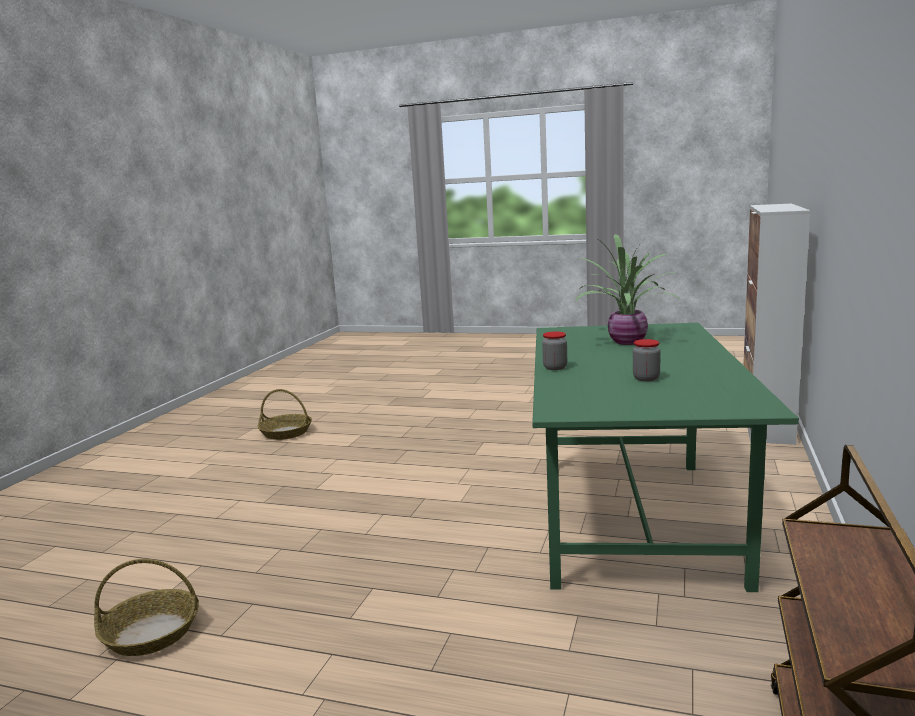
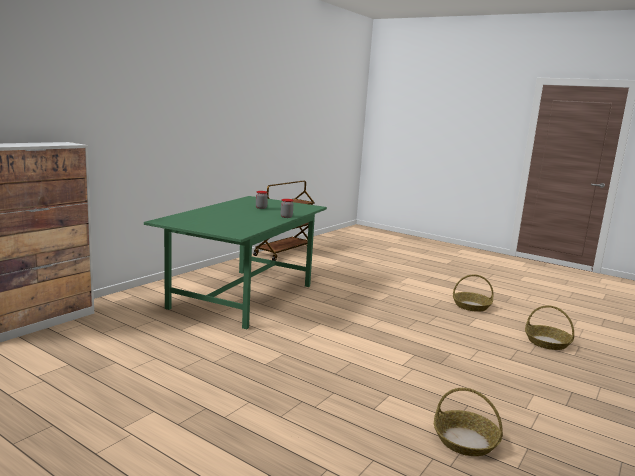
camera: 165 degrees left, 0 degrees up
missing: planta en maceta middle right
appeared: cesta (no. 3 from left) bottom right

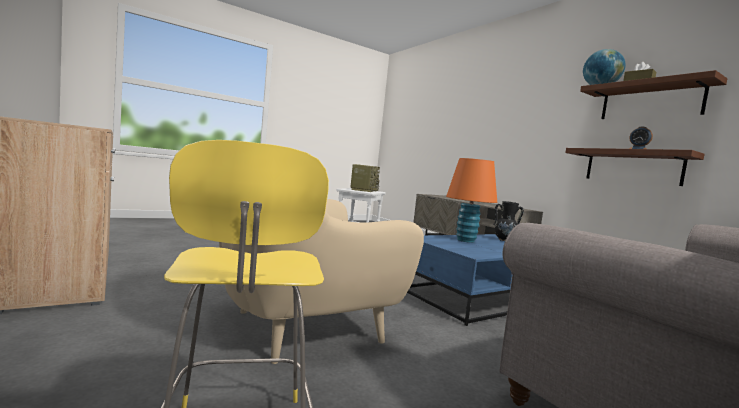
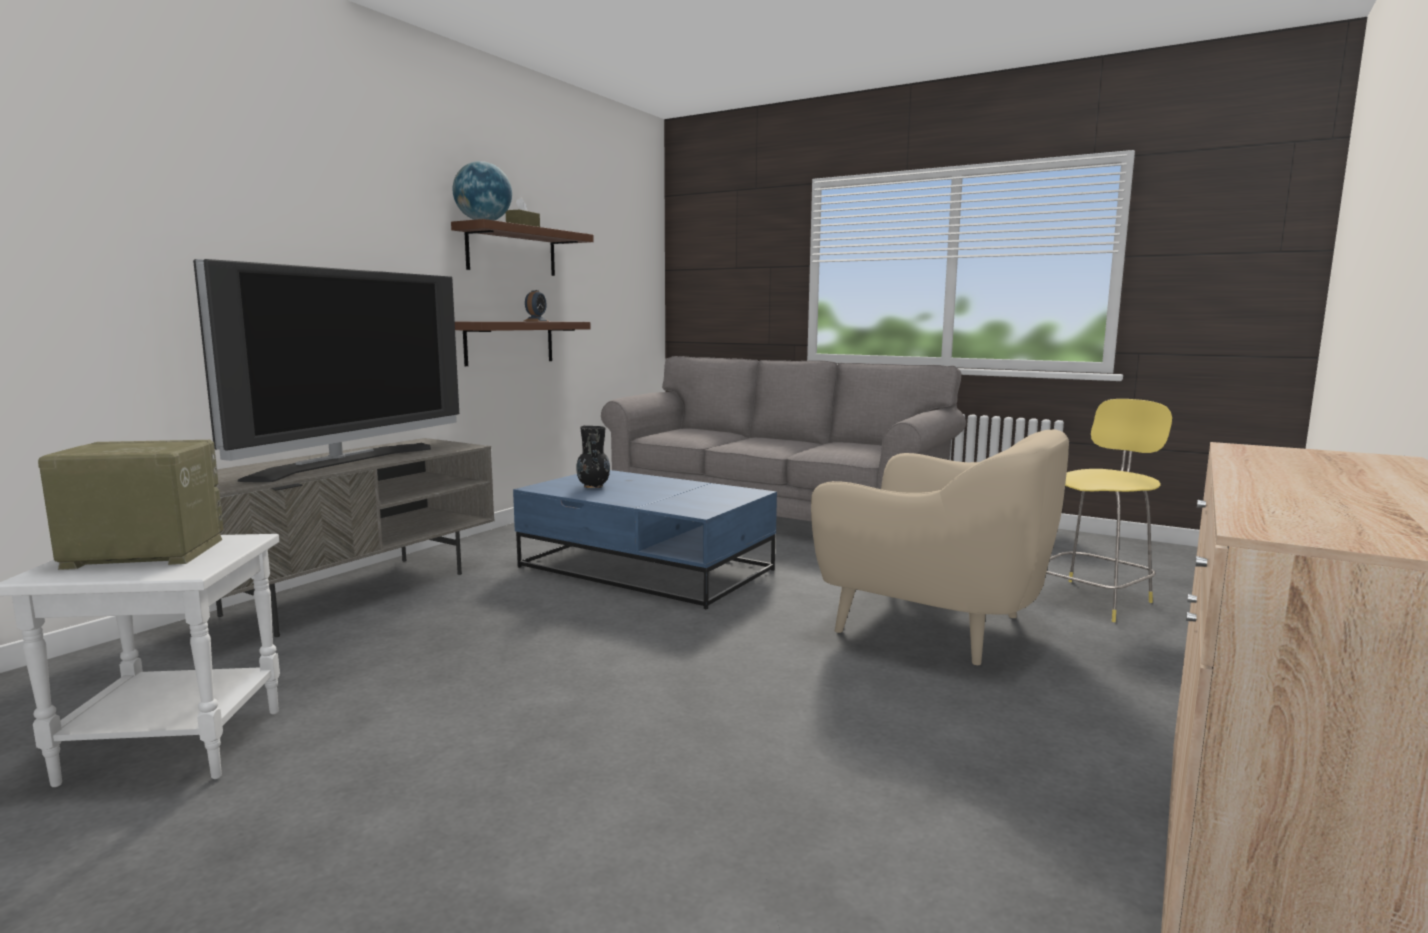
camera: 115 degrees left, 5 degrees up
missing: lámpara de mesa/naranja centre
appeared: televisor middle left

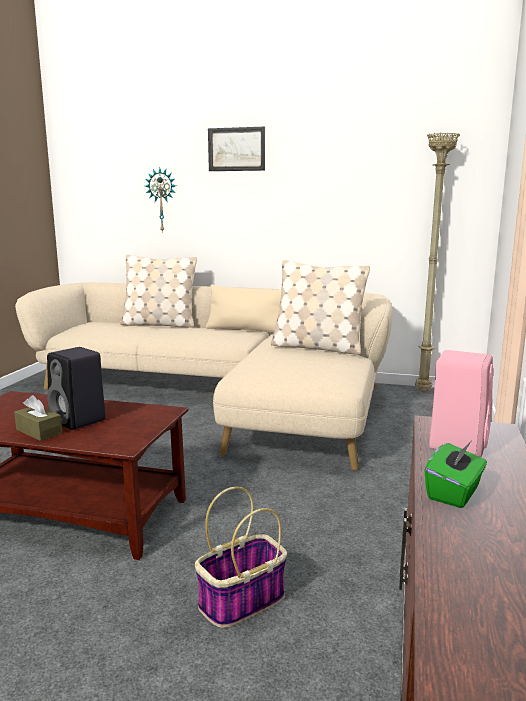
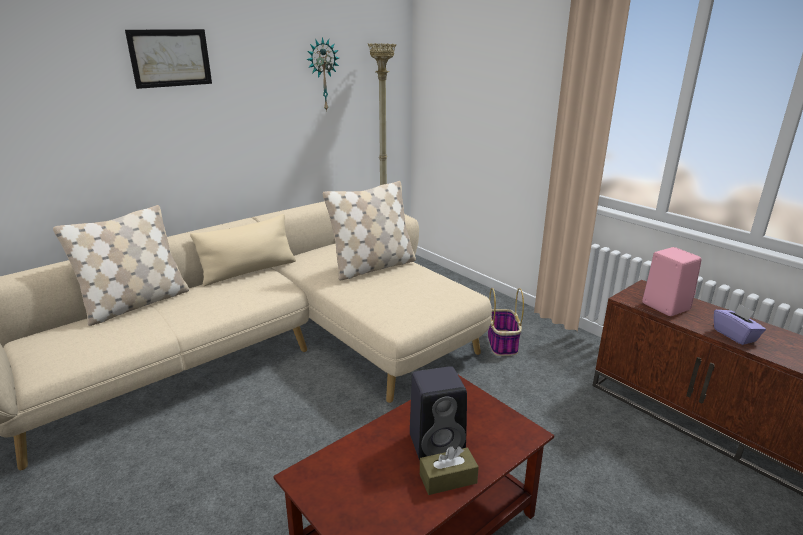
camera: 55 degrees left, 10 degrees up
relocated: reloj de pared top left to top centre; cesta bottom centre to centre
colour: caja de pañuelos/verde bottom right to caja de pañuelos/morado middle right

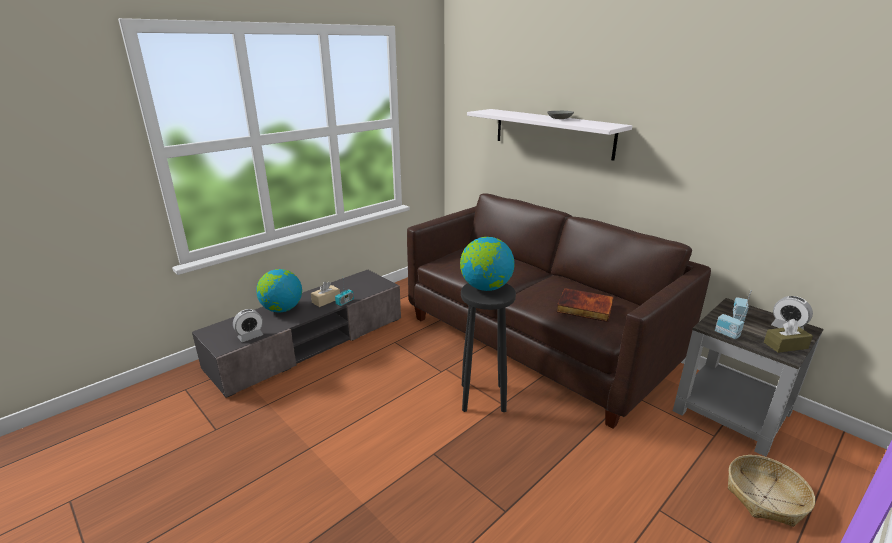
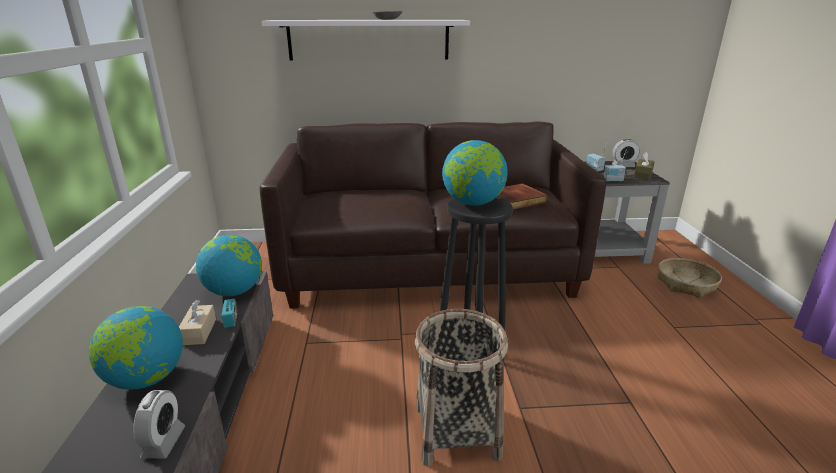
camera: 50 degrees left, 0 degrees up
appeared: globo terráqueo (no. 2 from left) middle left; cesta (no. 1 from left) bottom centre

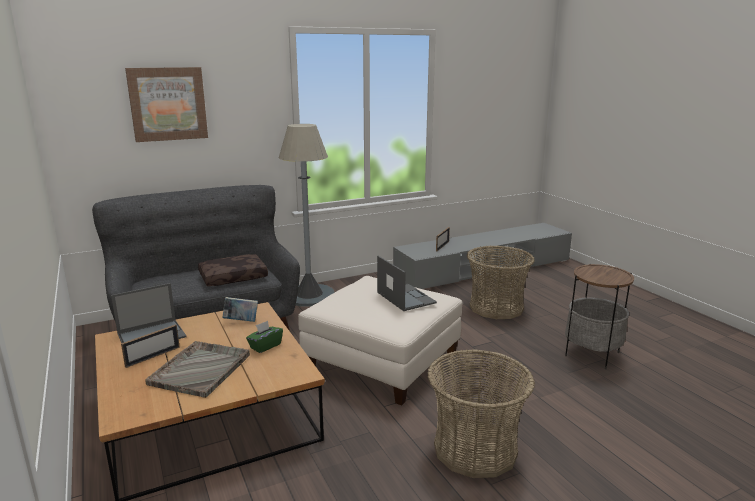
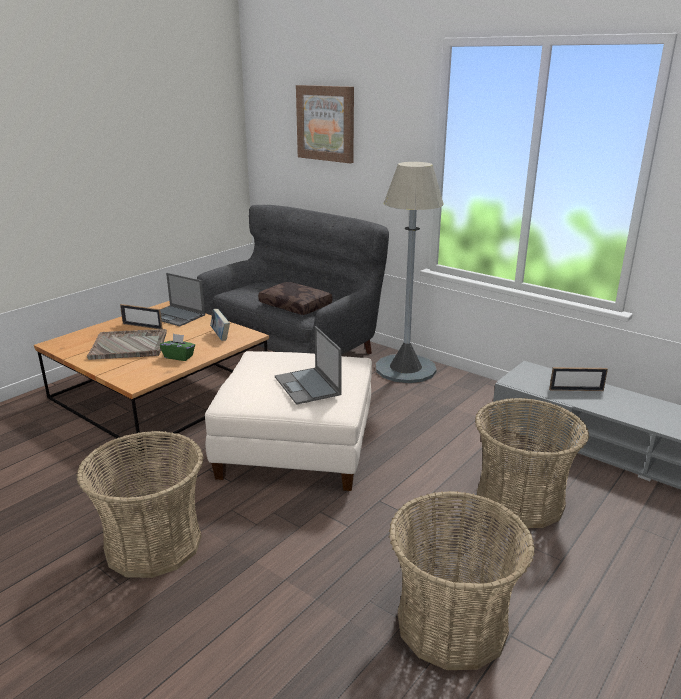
camera: 65 degrees right, 5 degrees up
exchanged: mesa auxiliar middle right to cesta (no. 2 from left) bottom right
spun: portátil (no. 2 from left) centre = centre 120 degrees clockwise

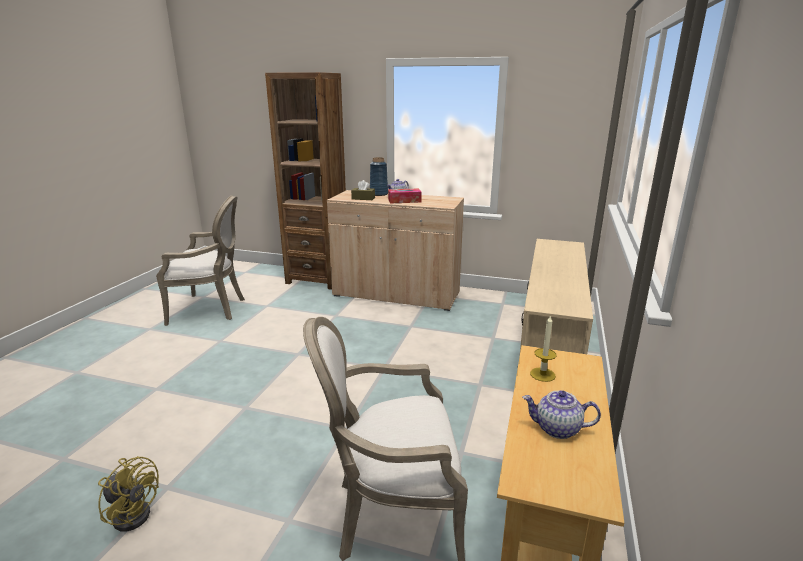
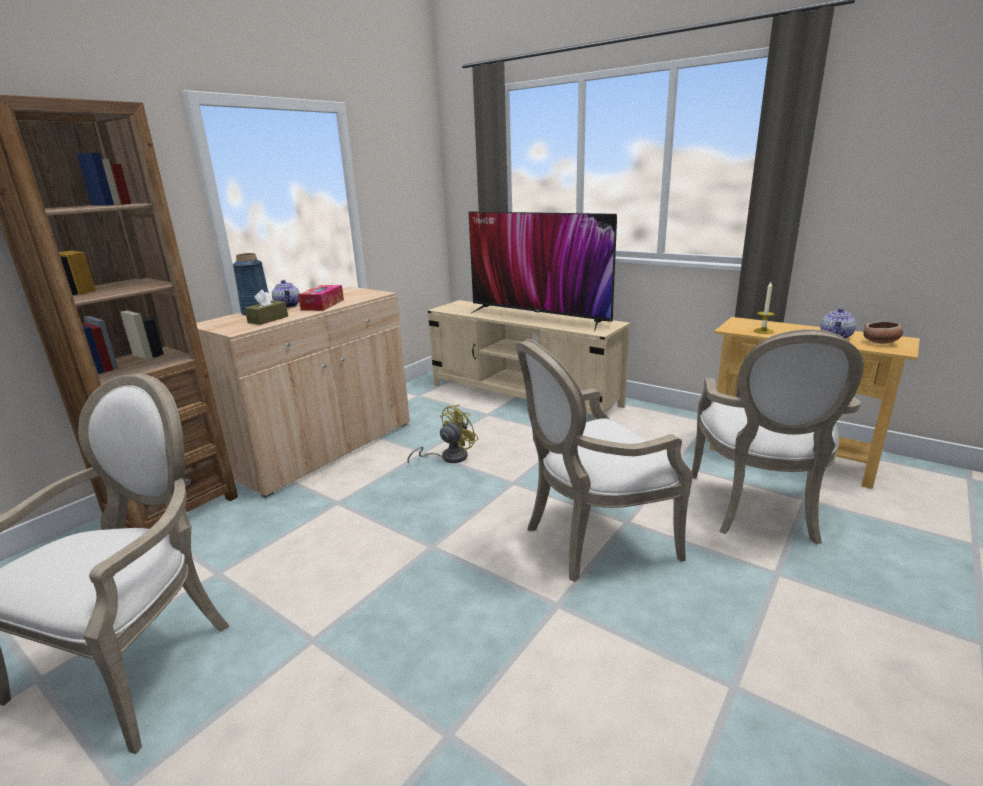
camera: 70 degrees left, 0 degrees up
appeared: televisor centre; cuenco middle right; sillón (no. 2 from left) centre
relocated: ventilador/amarillo bottom left to centre

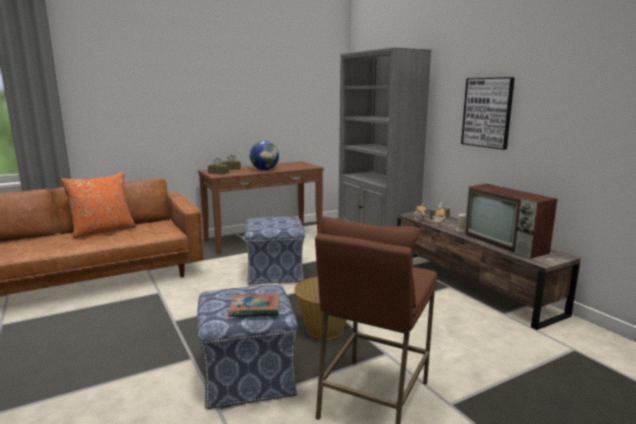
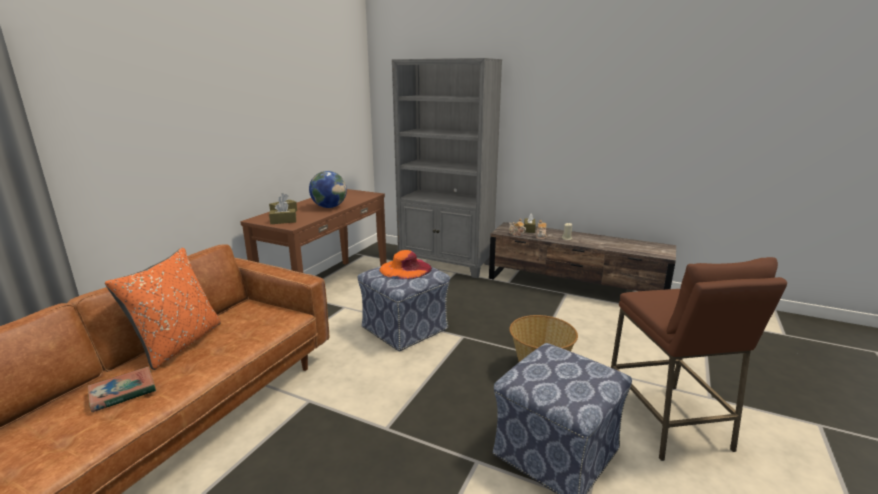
camera: 35 degrees left, 5 degrees up
missing: cuadro top right; televisor middle right
appeared: sombrero/naranja centre
relocated: libro bottom centre to bottom left

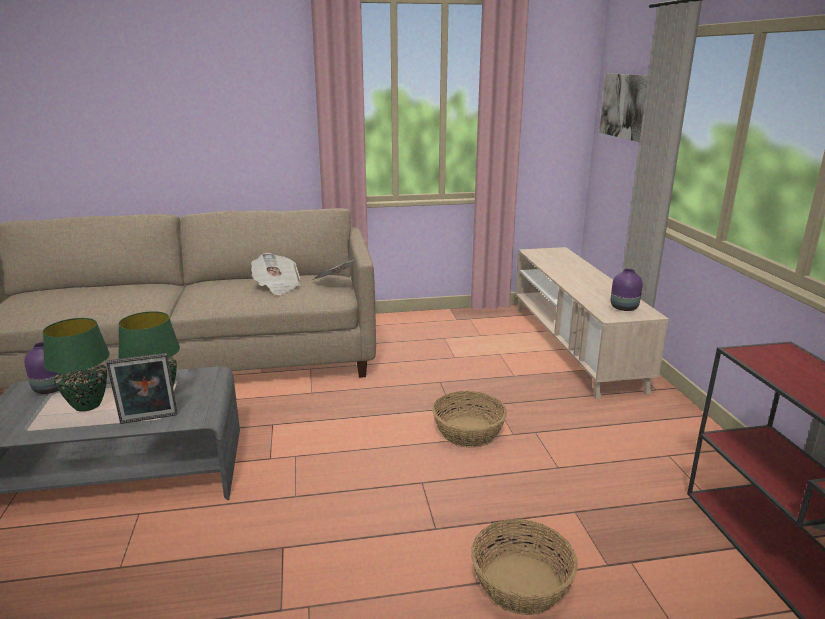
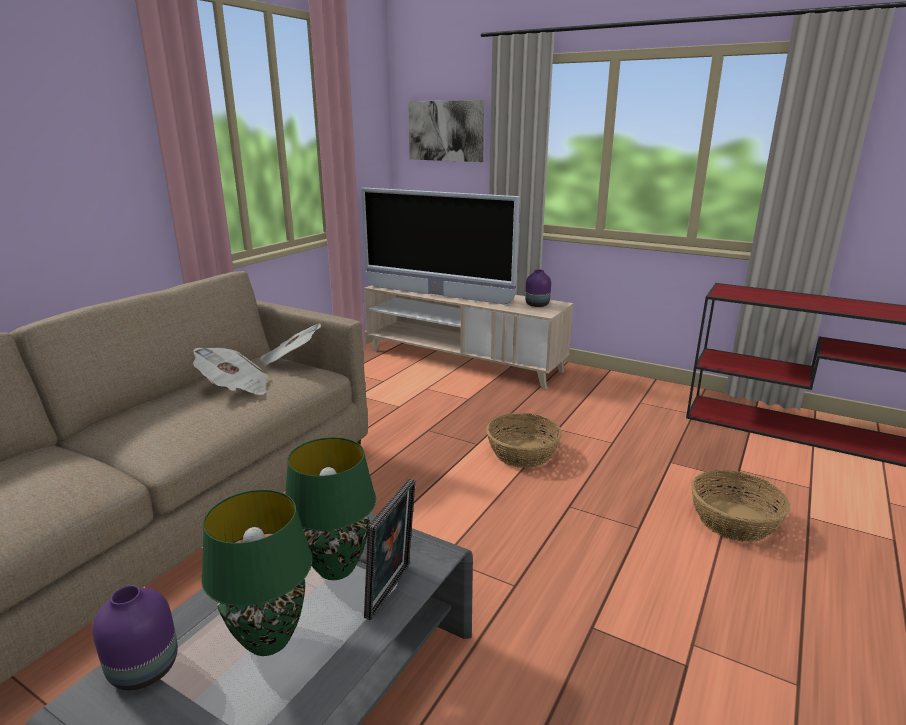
camera: 50 degrees left, 0 degrees up
appeared: televisor centre

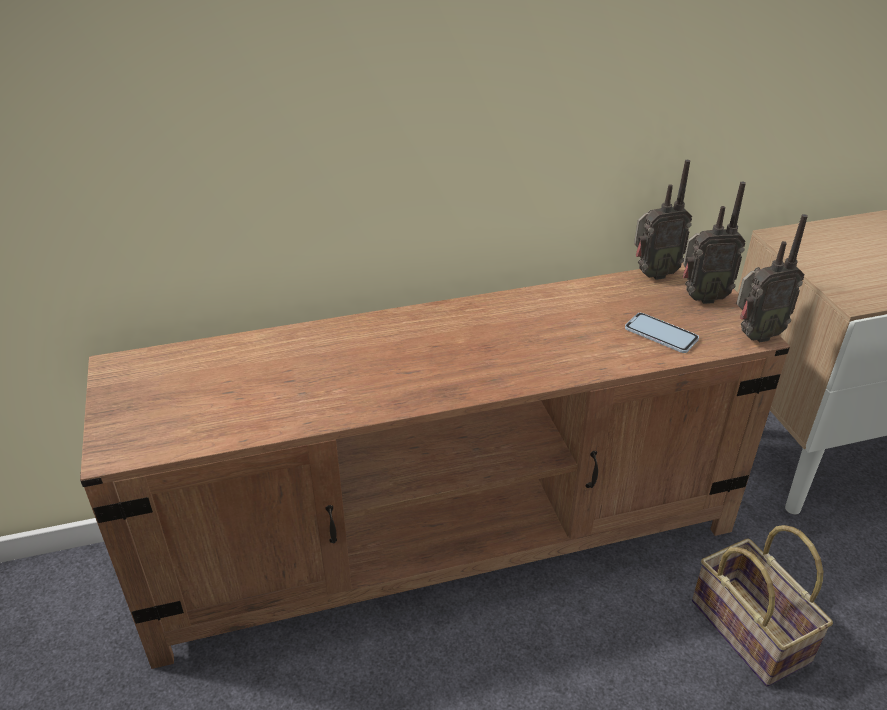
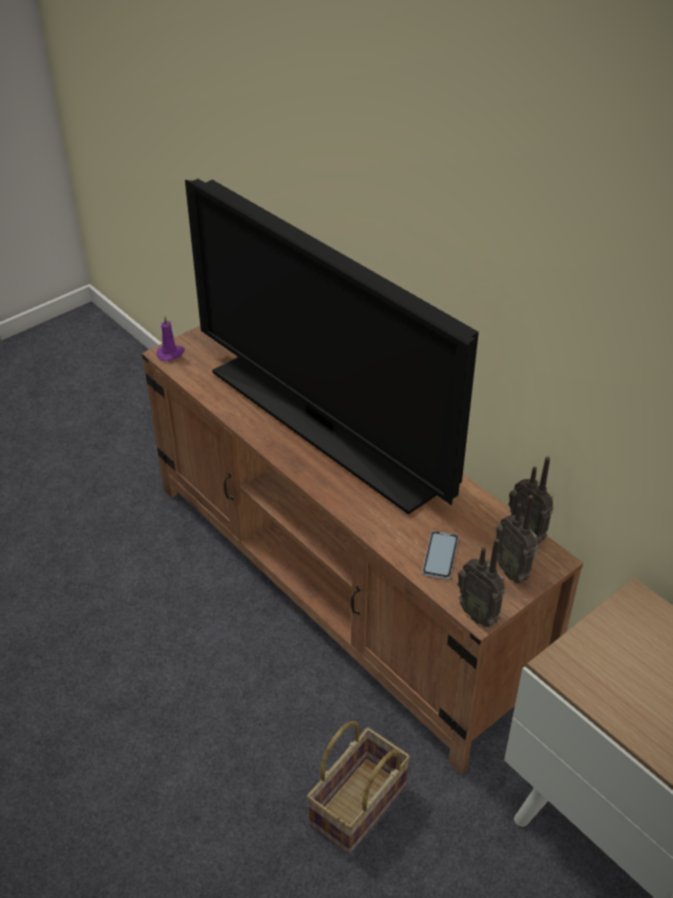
camera: 65 degrees right, 5 degrees up
appeared: televisor centre; vela/morado middle left

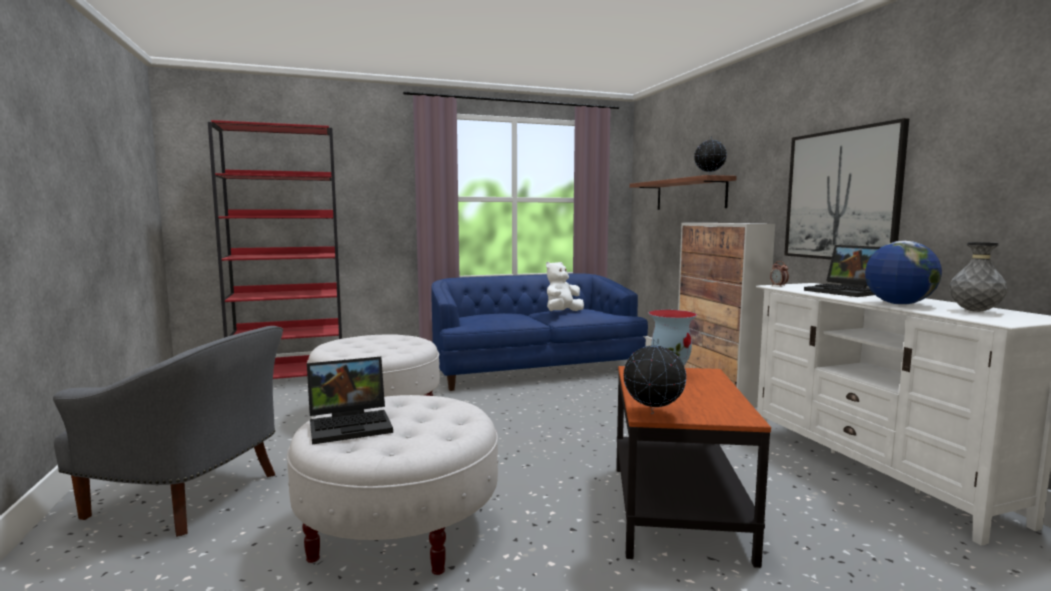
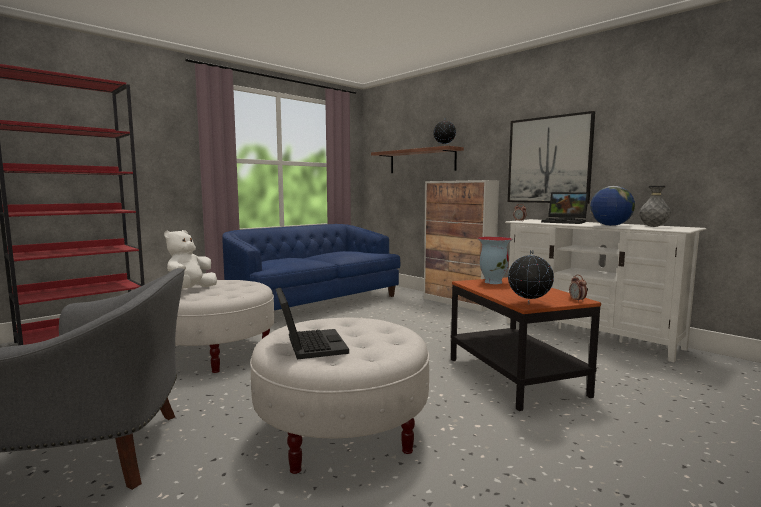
camera: 25 degrees left, 0 degrees up
appeared: despertador (no. 2 from left) middle right
relocated: peluche/blanco centre to middle left
spun: portátil (no. 1 from left) bottom left = centre 60 degrees counterclockwise

